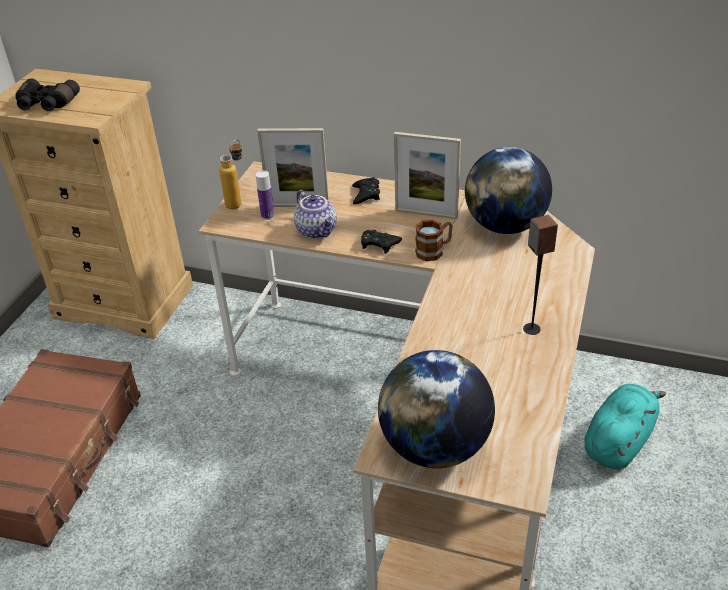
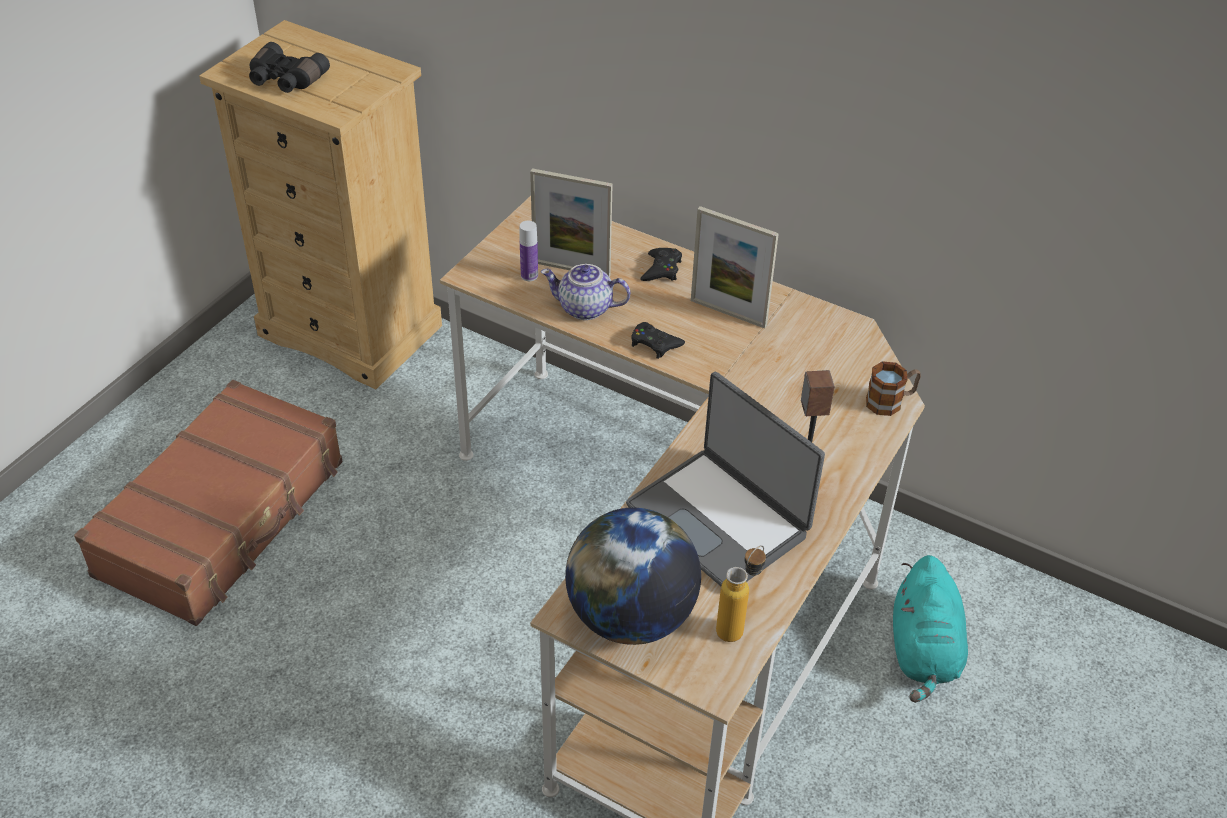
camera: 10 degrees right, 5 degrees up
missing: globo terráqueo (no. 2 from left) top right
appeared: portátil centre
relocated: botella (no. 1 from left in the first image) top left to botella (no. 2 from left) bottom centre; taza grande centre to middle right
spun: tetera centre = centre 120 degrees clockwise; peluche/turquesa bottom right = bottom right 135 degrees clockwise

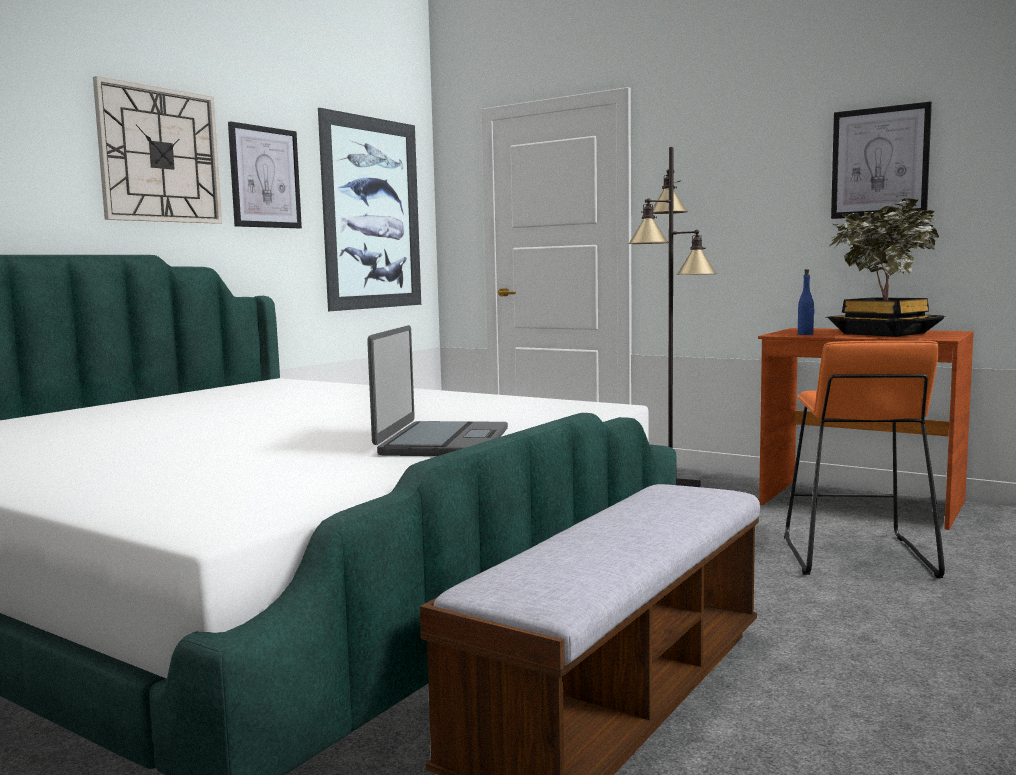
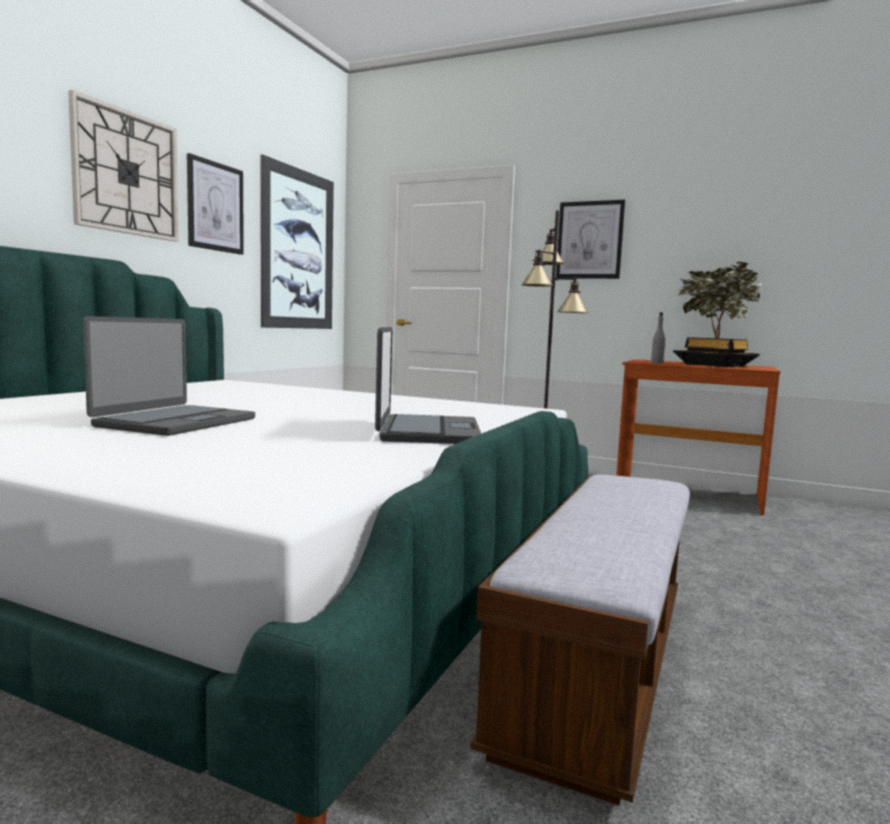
camera: 10 degrees left, 0 degrees up
missing: taburete/naranja middle right
appeared: portátil (no. 1 from left) middle left
relocated: cuadro (no. 3 from left) top right to top centre
colour: botella/azul middle right to botella/gris middle right

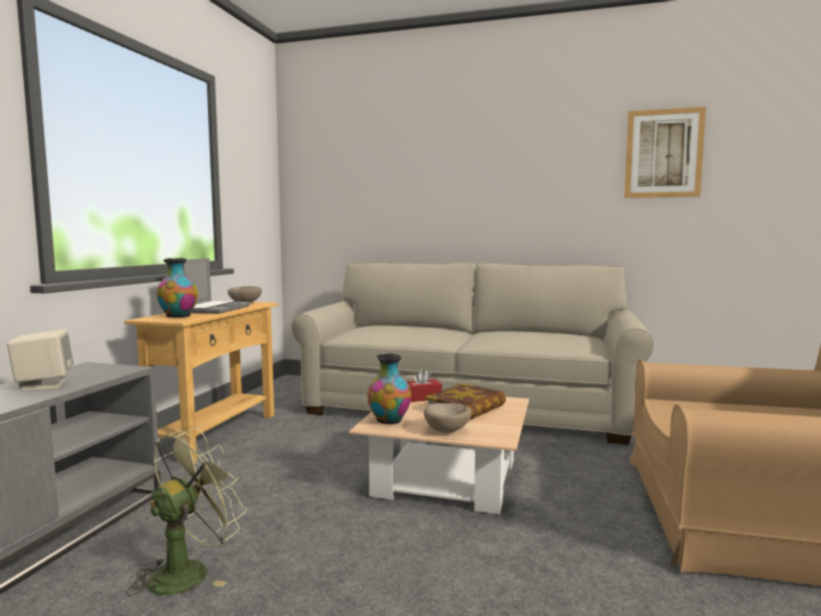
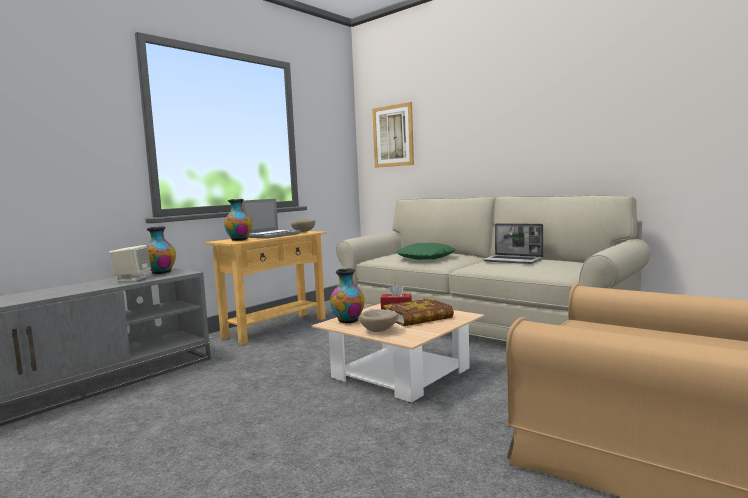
camera: 25 degrees right, 0 degrees up
missing: ventilador/verde bottom left
appeared: portátil (no. 2 from left) middle right; florero (no. 1 from left) middle left; cojín/verde centre
relocated: cuadro top right to top centre

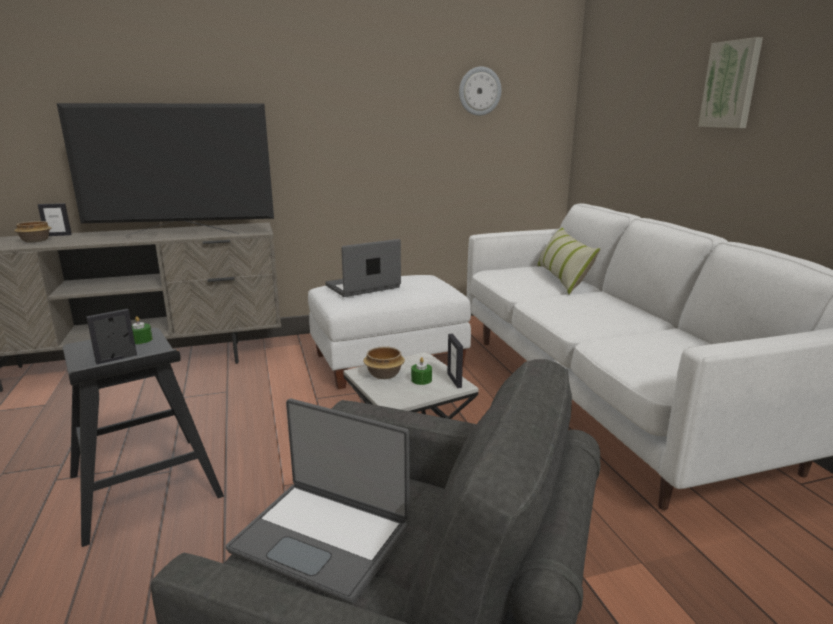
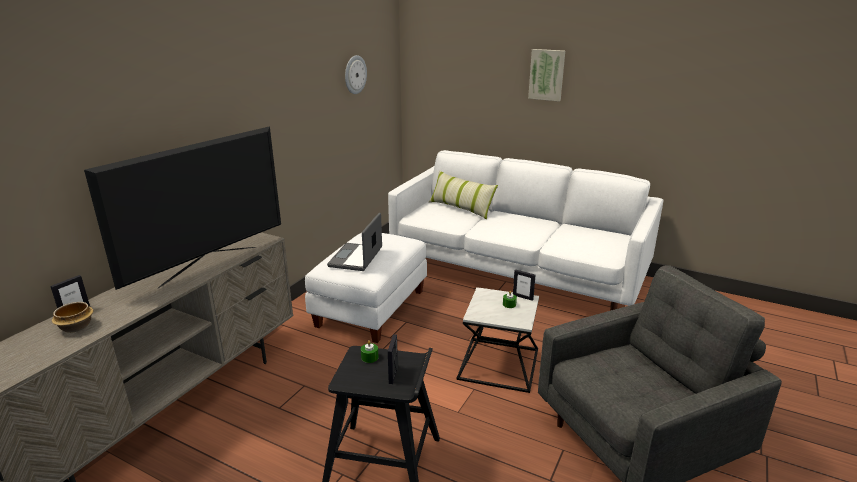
camera: 45 degrees left, 5 degrees up
missing: cuenco (no. 2 from left) centre; portátil (no. 1 from left) bottom centre

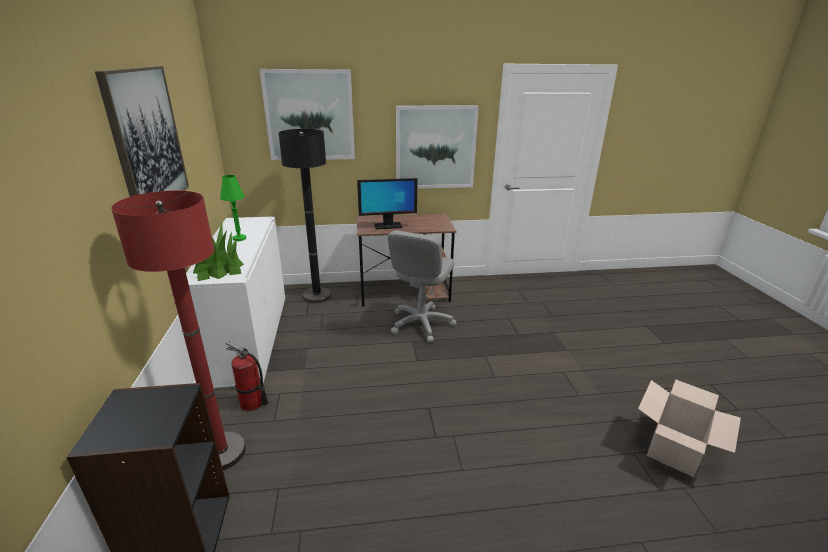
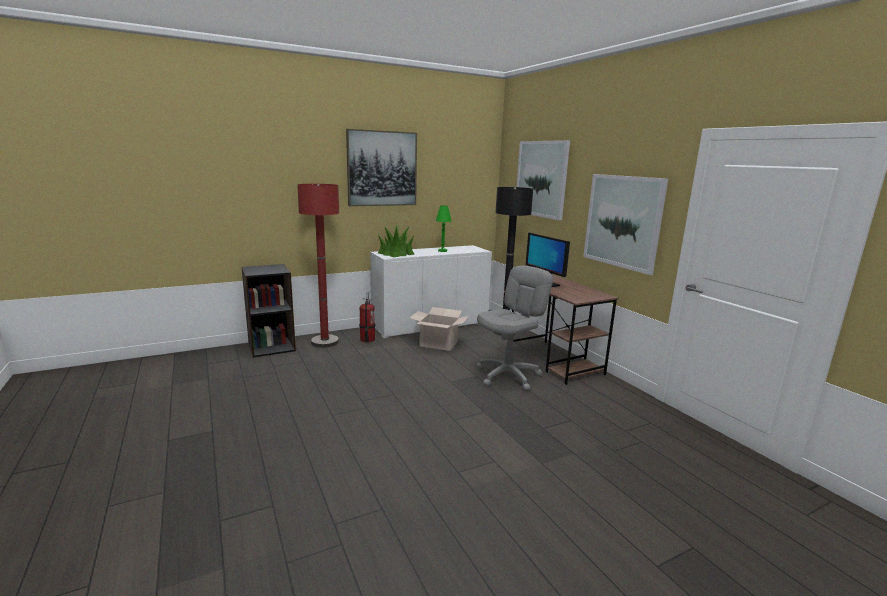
camera: 70 degrees right, 10 degrees down
relocated: caja de cartón bottom right to centre
spun: silla de oficina/gris centre = centre 135 degrees clockwise

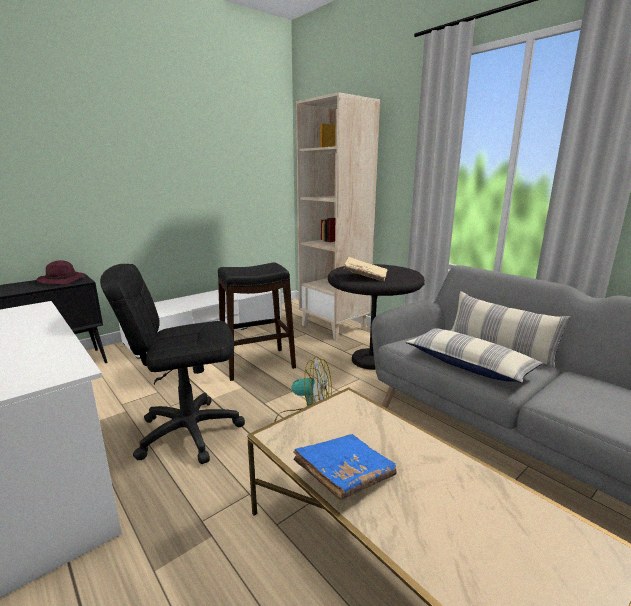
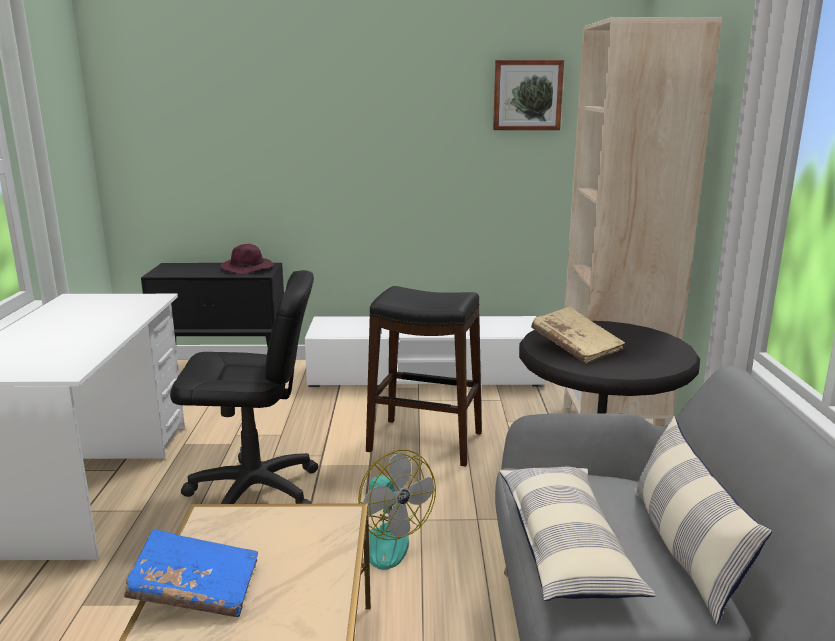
camera: 40 degrees right, 0 degrees up
appeared: cuadro top centre
spun: silla de oficina/negro middle left = middle left 150 degrees clockwise

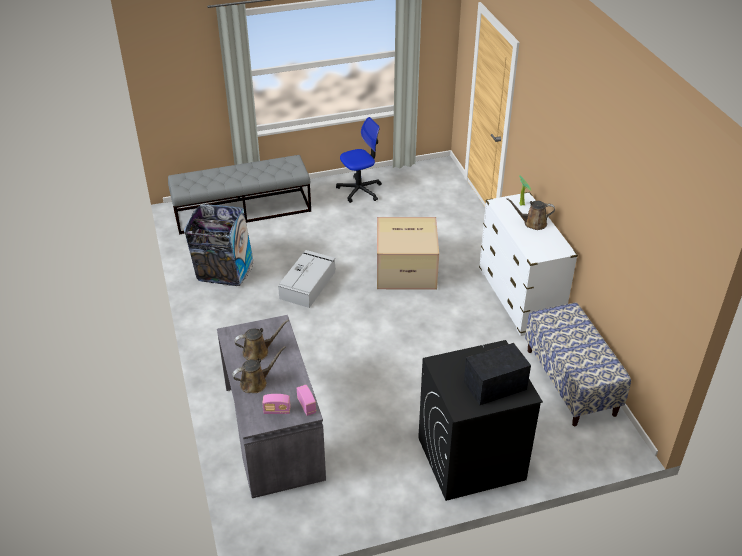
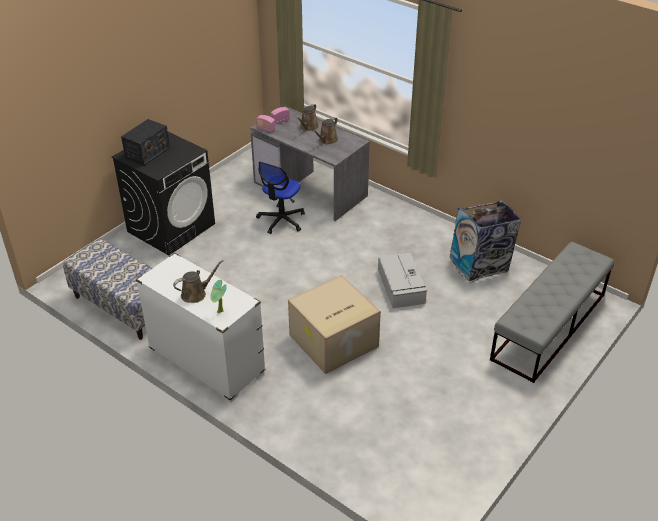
camera: 145 degrees right, 0 degrees up
relocated: silla de oficina top centre to centre

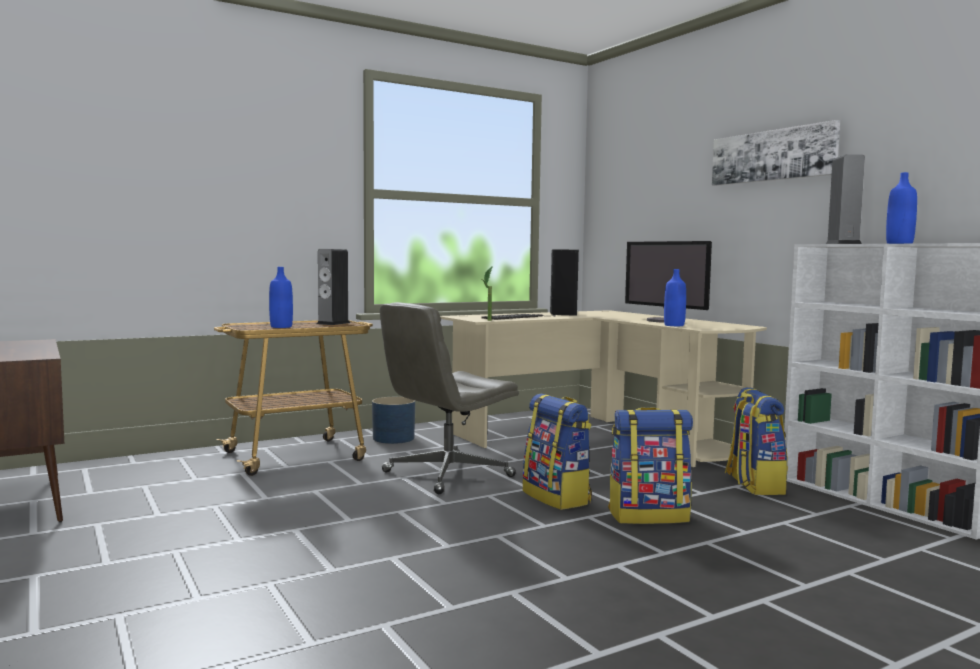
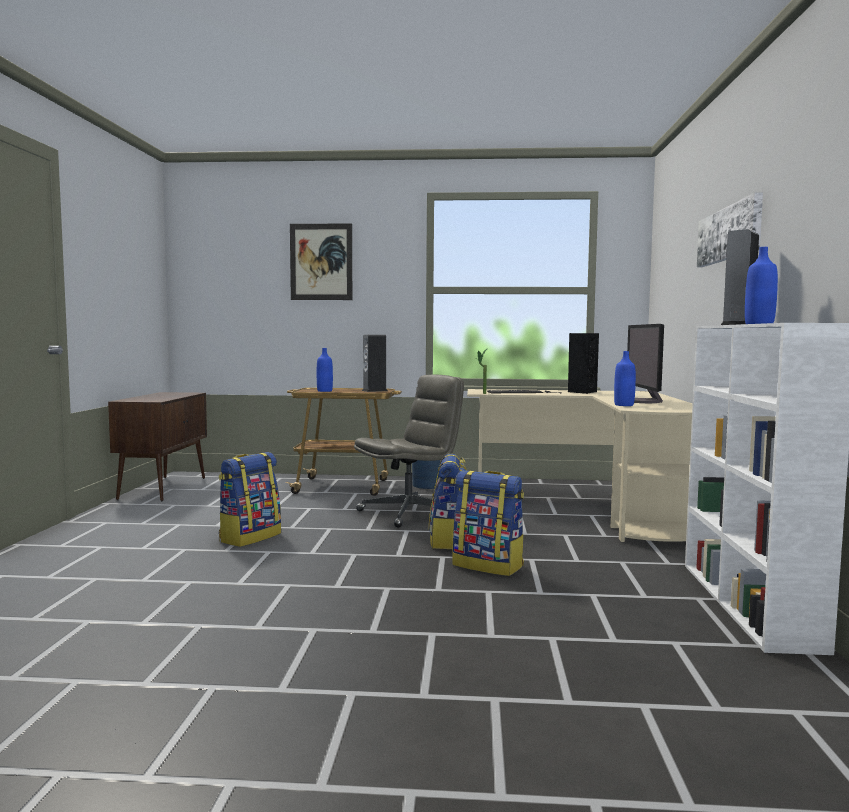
camera: 35 degrees right, 0 degrees up
appeared: cuadro (no. 1 from left) top centre
relocated: mochila (no. 3 from left in the first image) middle right to mochila (no. 1 from left) middle left
spun: silla de oficina/gris centre = centre 150 degrees clockwise

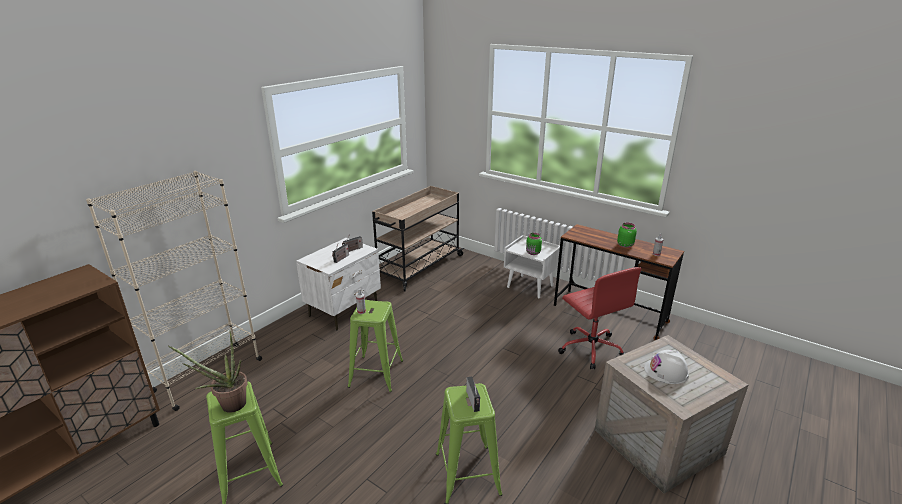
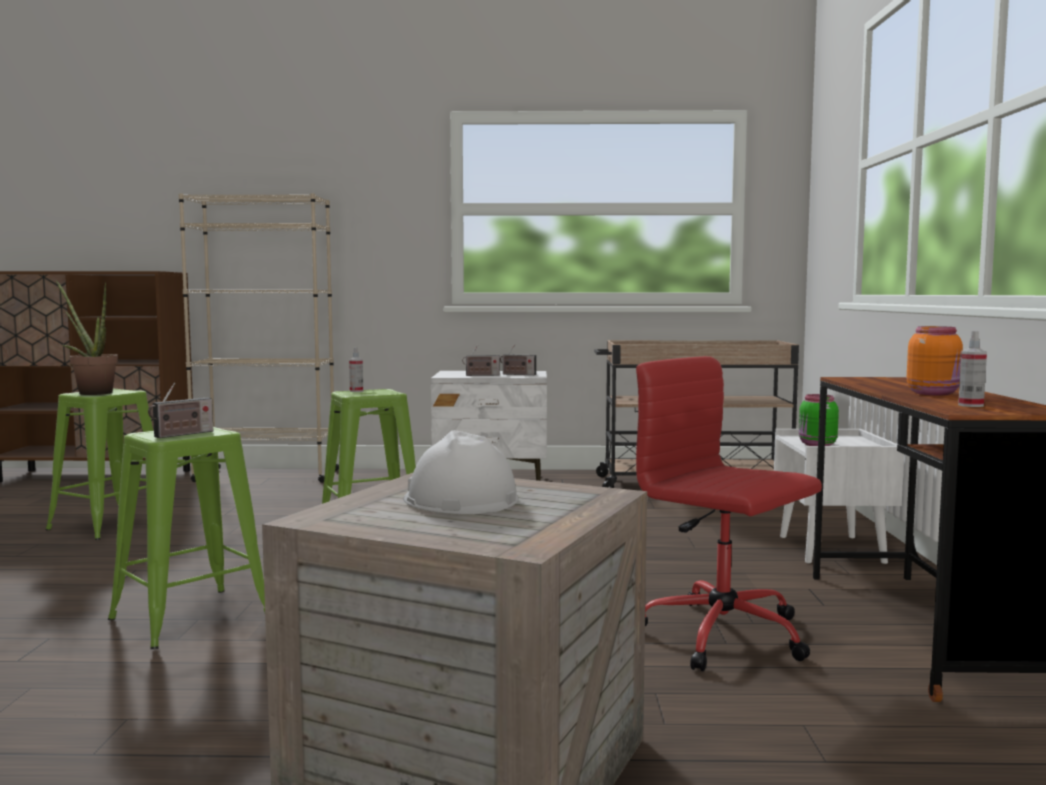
camera: 55 degrees right, 20 degrees down
colour: tarro/verde (no. 2 from left) middle right to tarro/naranja middle right
spun: silla de oficina/rojo centre = middle right 105 degrees clockwise

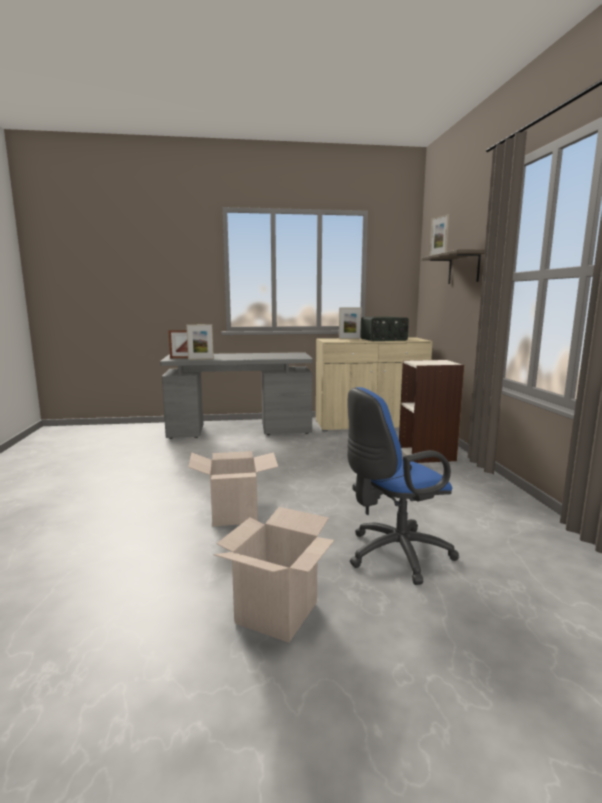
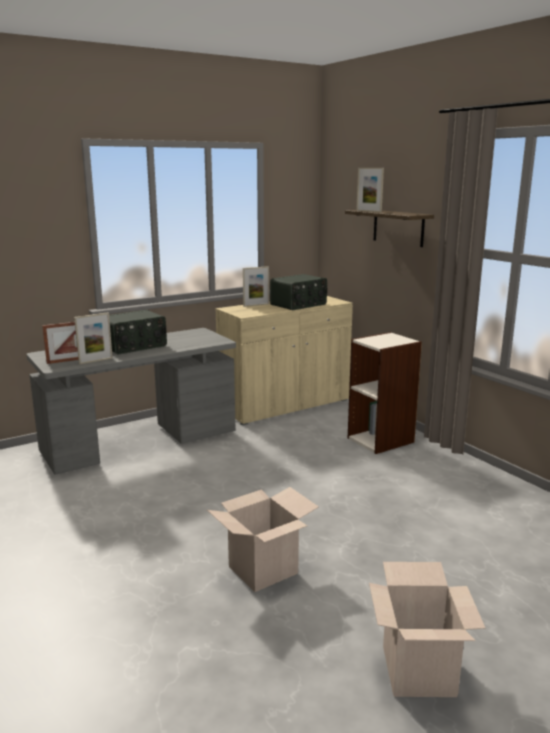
camera: 25 degrees left, 5 degrees up
missing: silla de oficina/azul middle right
appeared: radio (no. 1 from left) middle left

